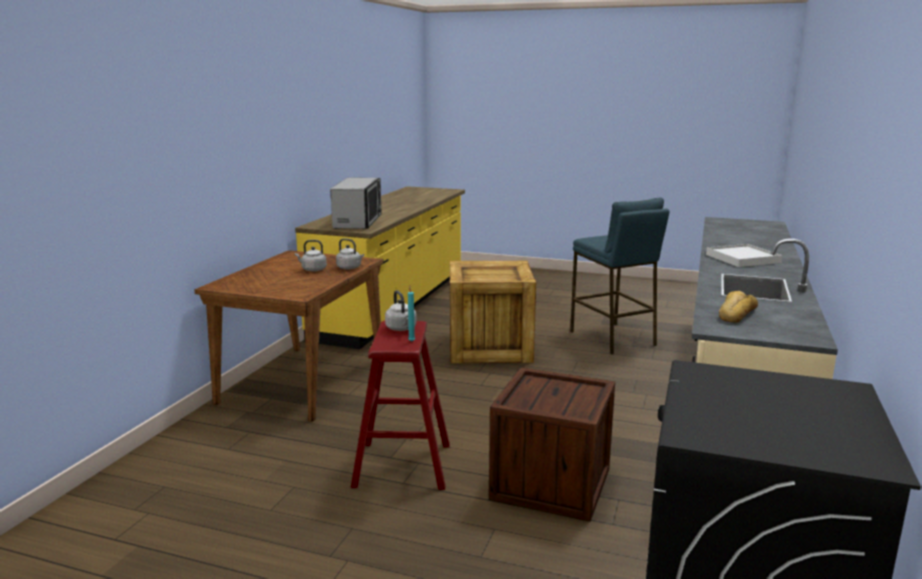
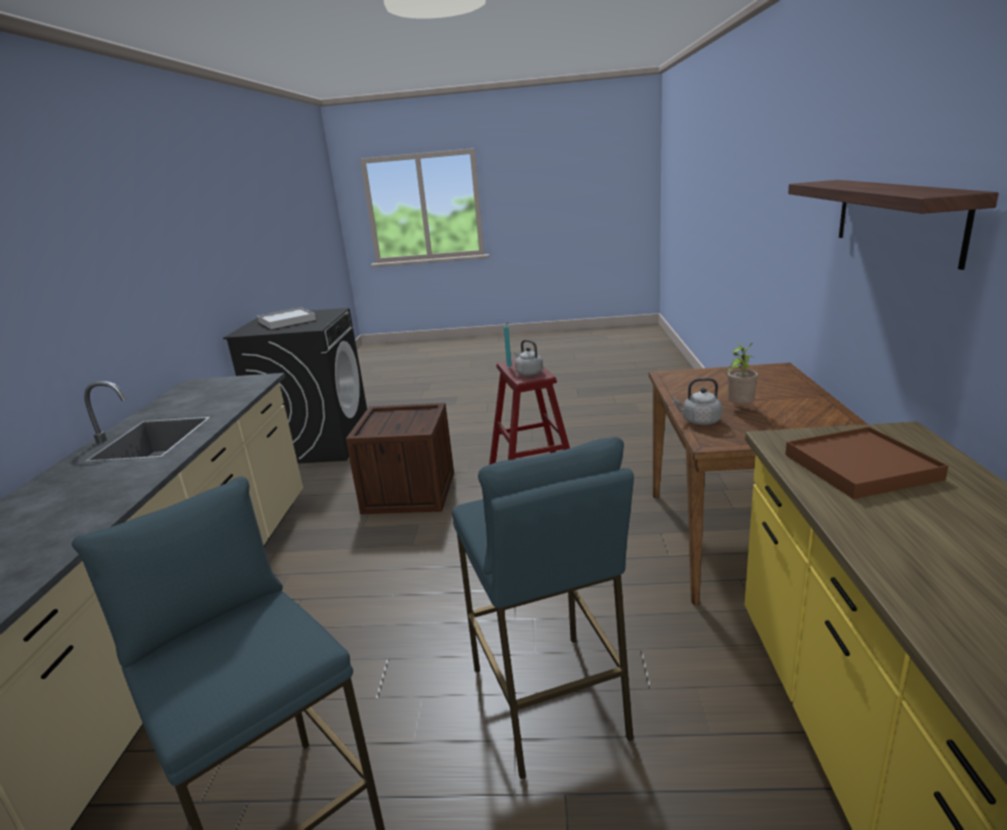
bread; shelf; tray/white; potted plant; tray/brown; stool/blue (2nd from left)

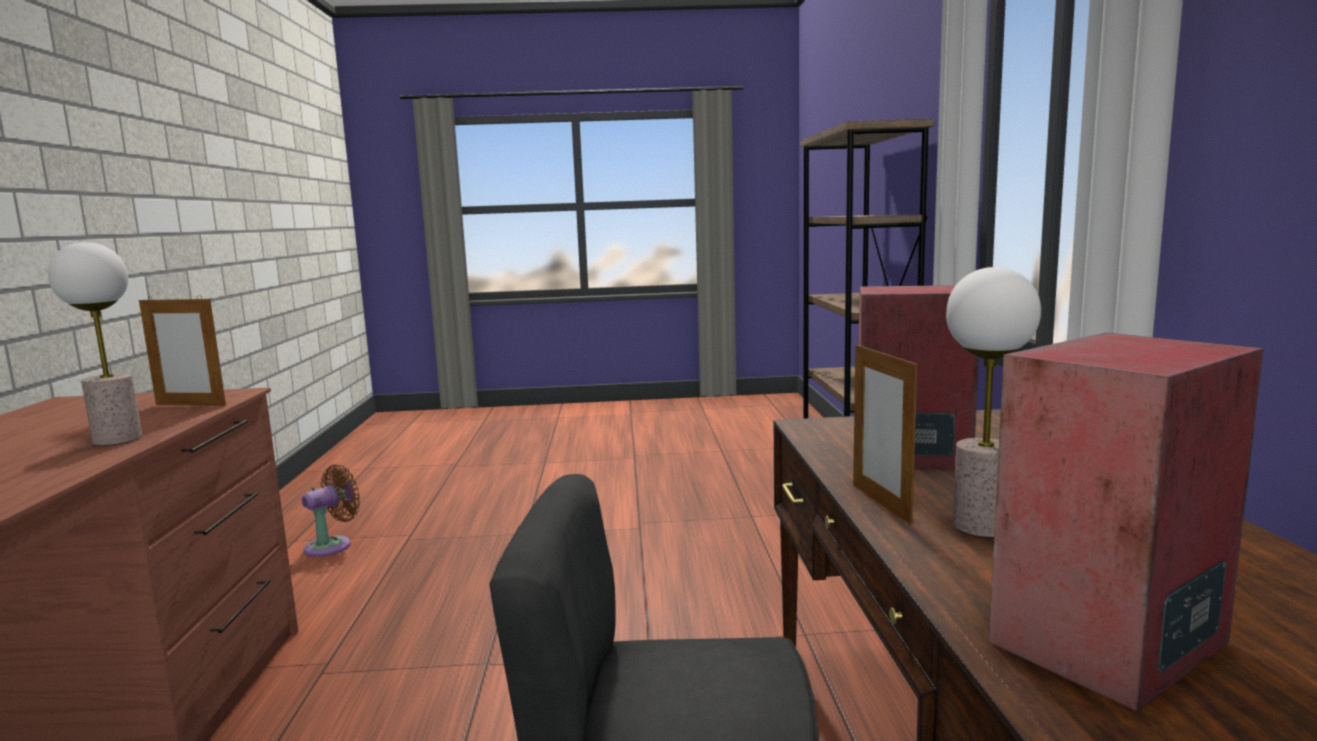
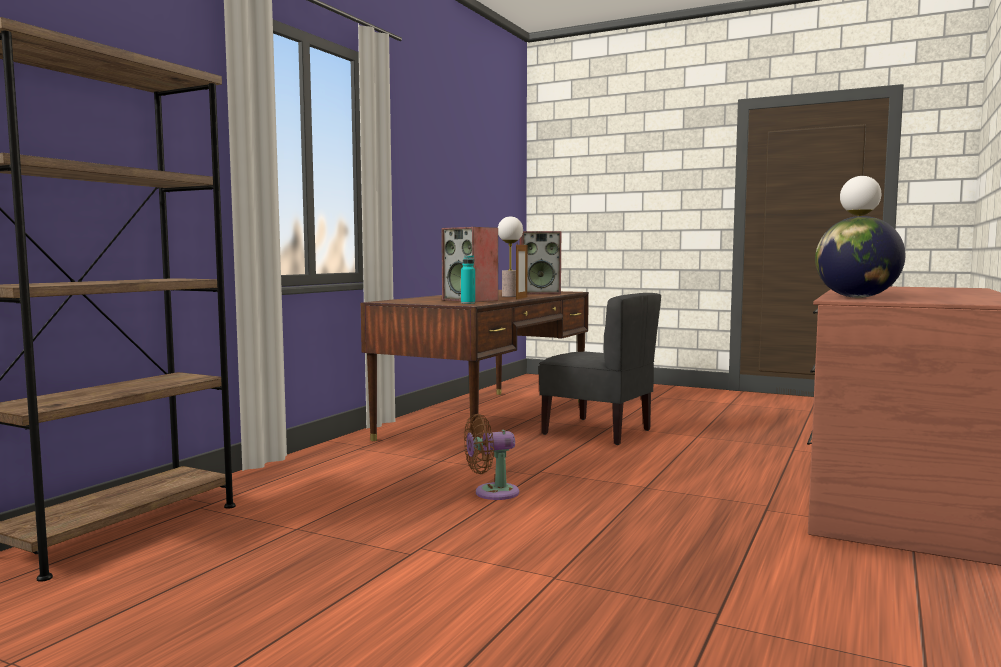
bottle/turquoise; fan/brown; globe

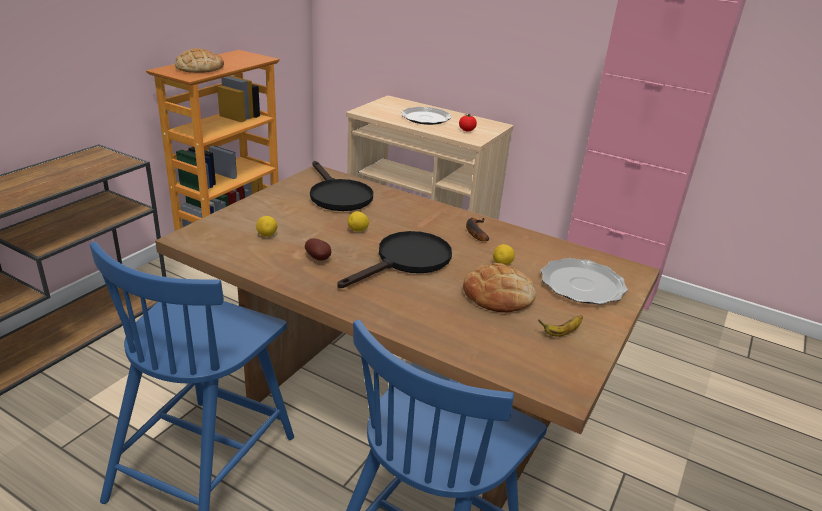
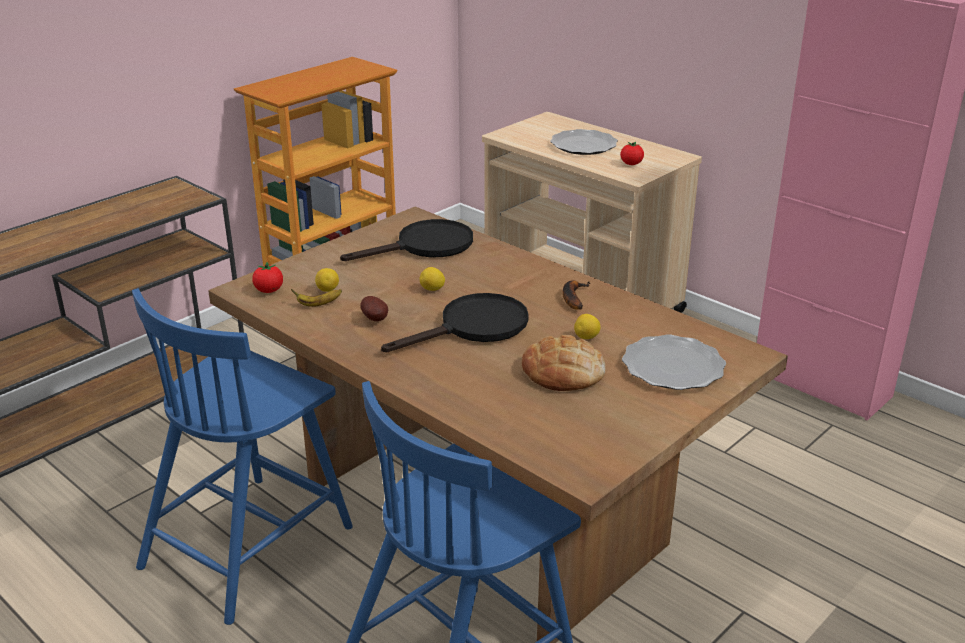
bread (1st from left in the first image); tomato (1st from left); banana (1st from left); frying pan/black (1st from left)

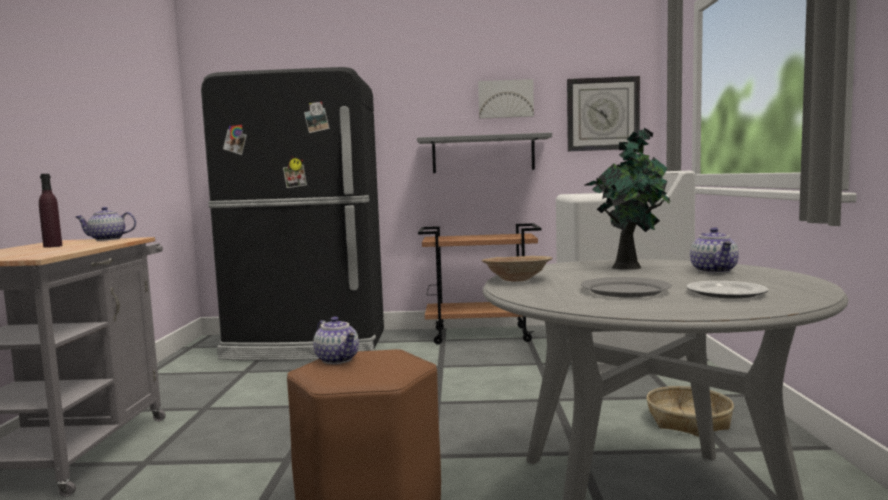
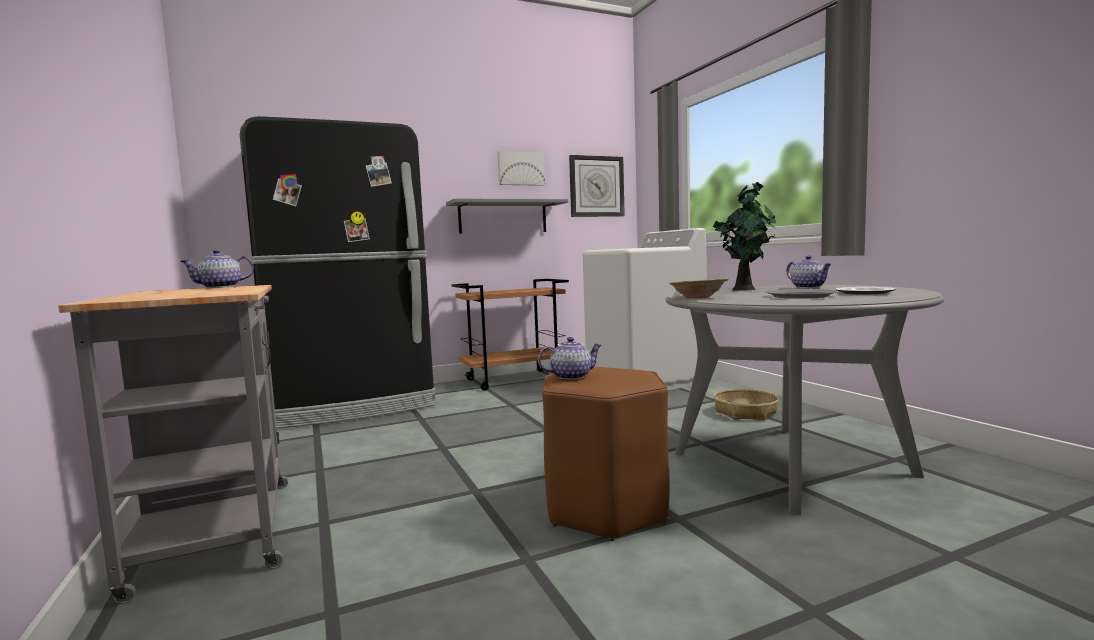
bottle/purple; teapot (2nd from left)

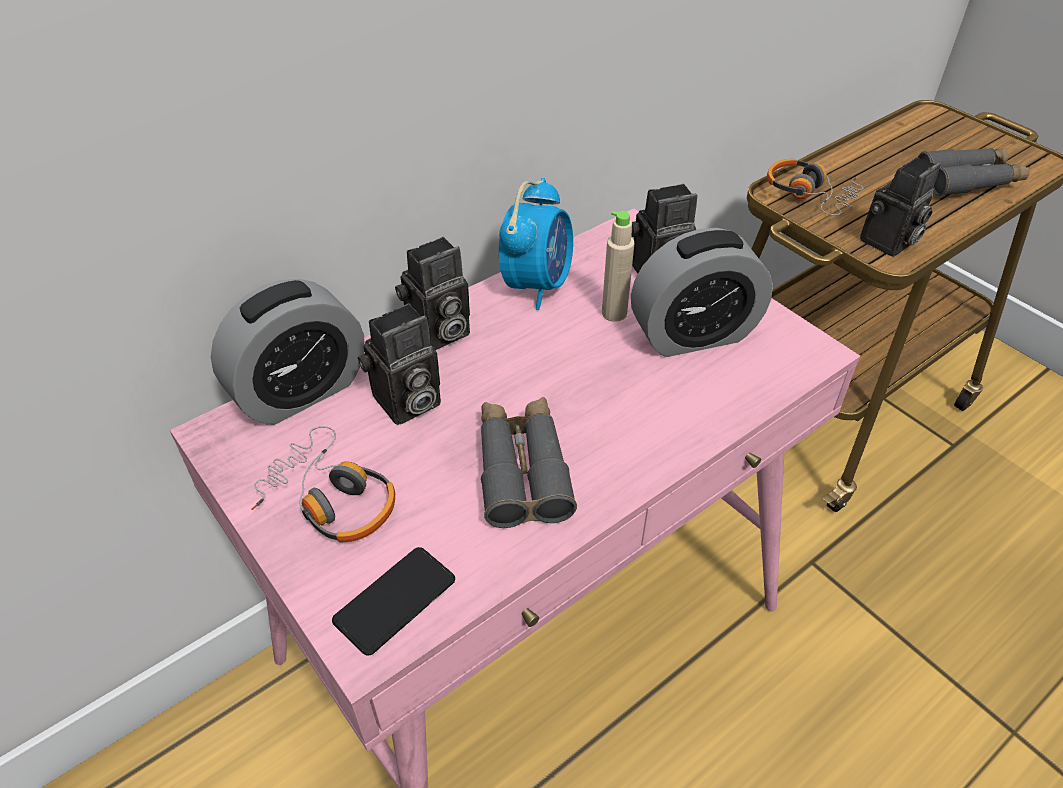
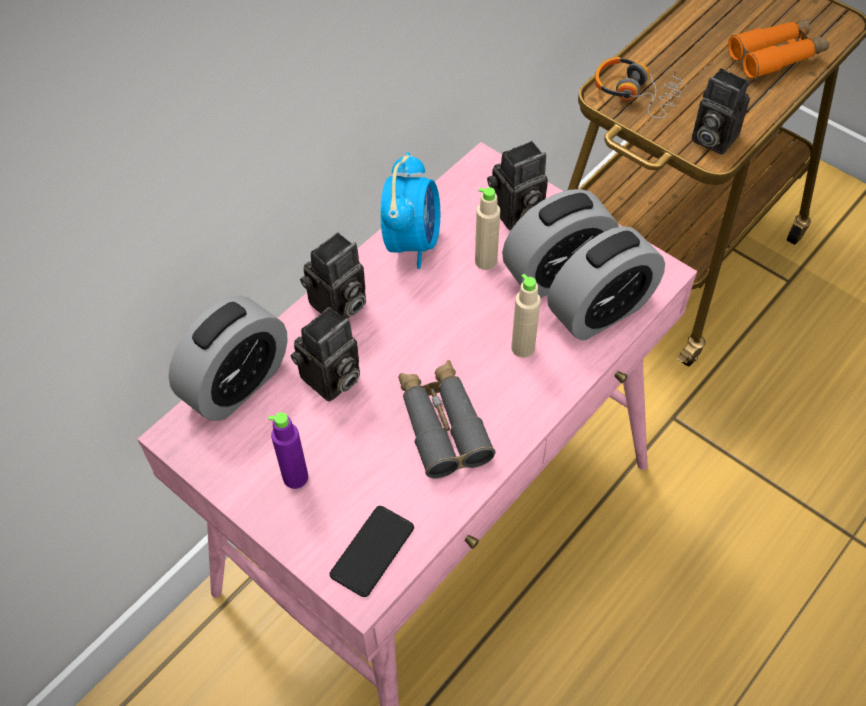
bottle/beige (2nd from left); alarm clock (4th from left); bottle/purple; binoculars/orange; photo camera (4th from left)

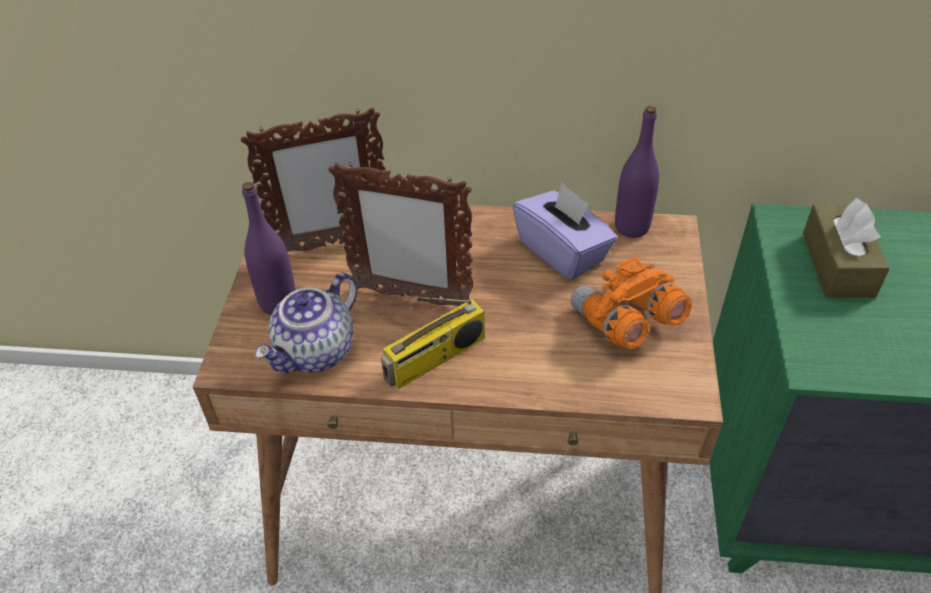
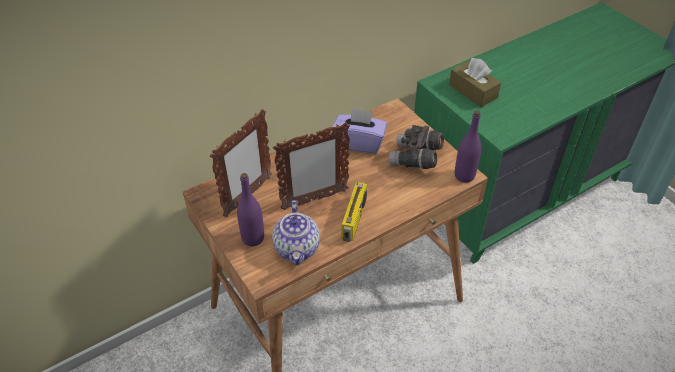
bottle/purple (2nd from left); binoculars/grey

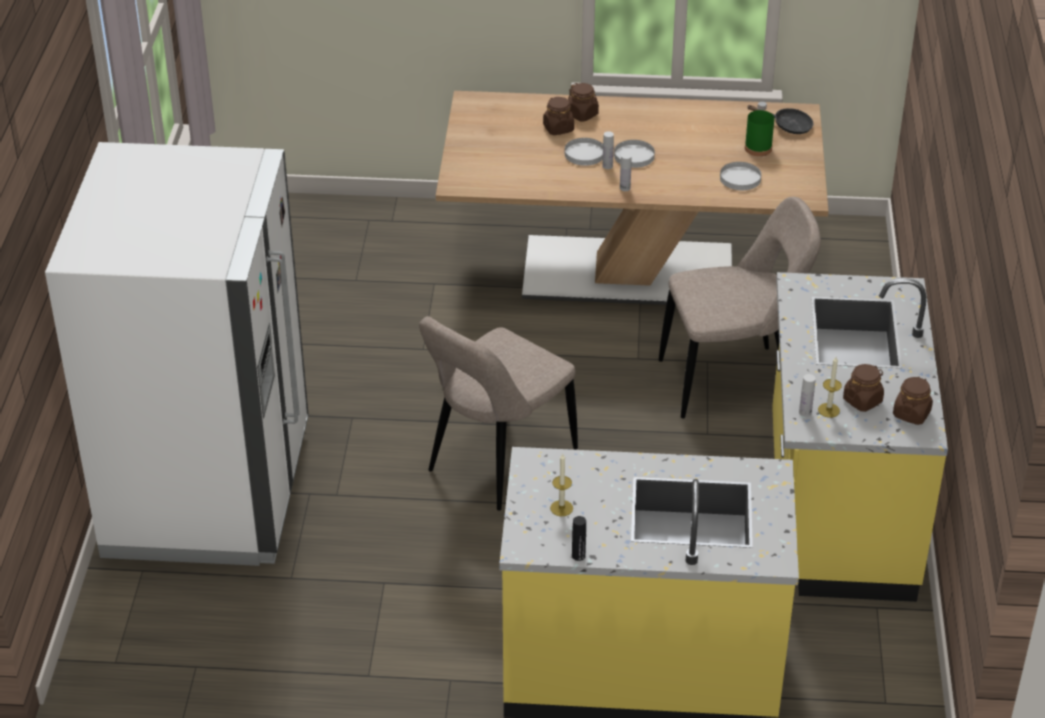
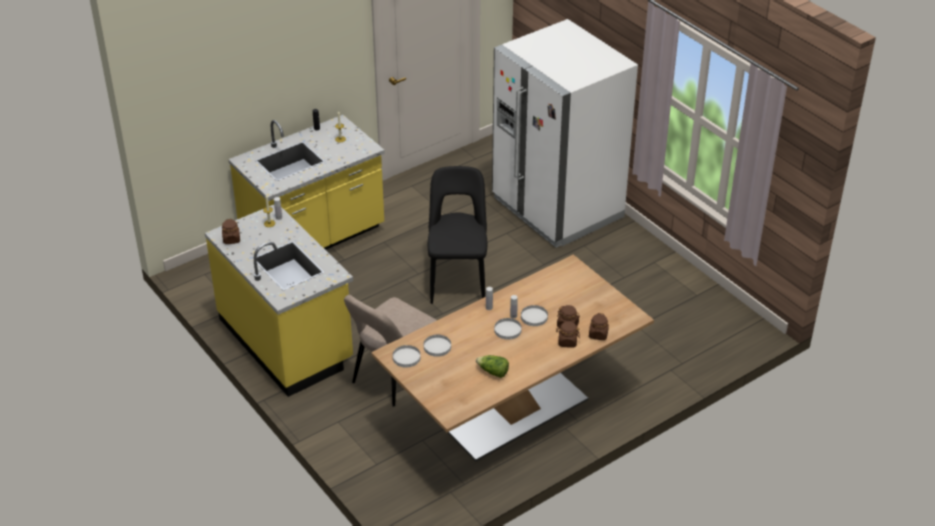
bottle/green; frying pan/black; plate/white (1st from left); lettuce; jar/brown (4th from left); chair/black

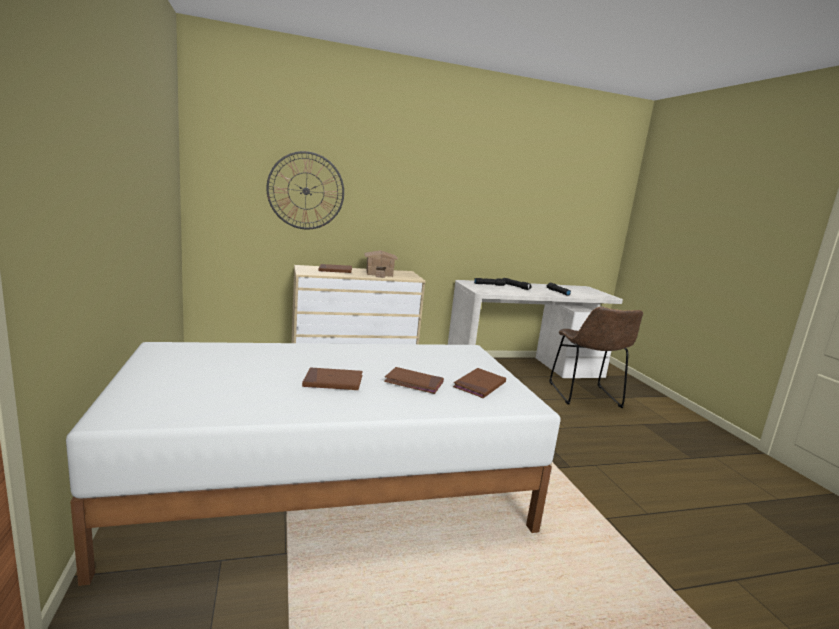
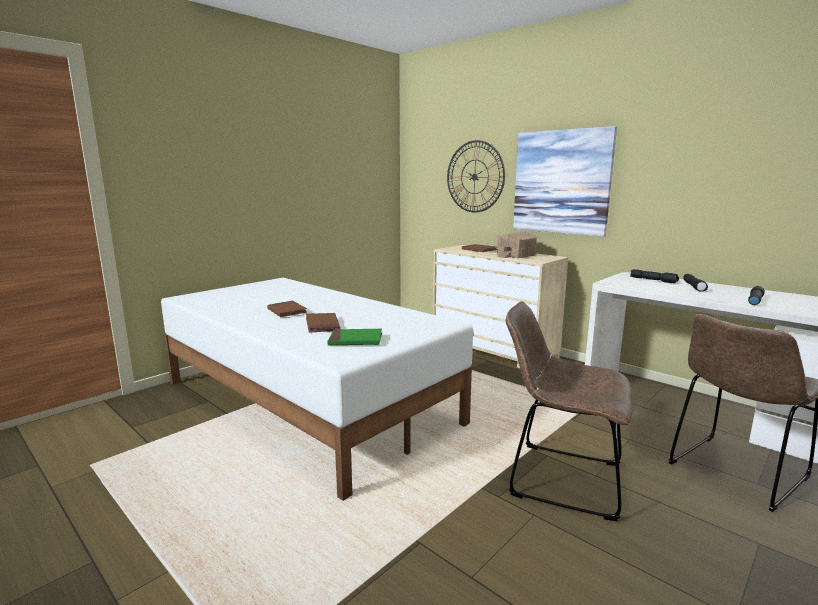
chair/brown (1st from left); picture; book/green

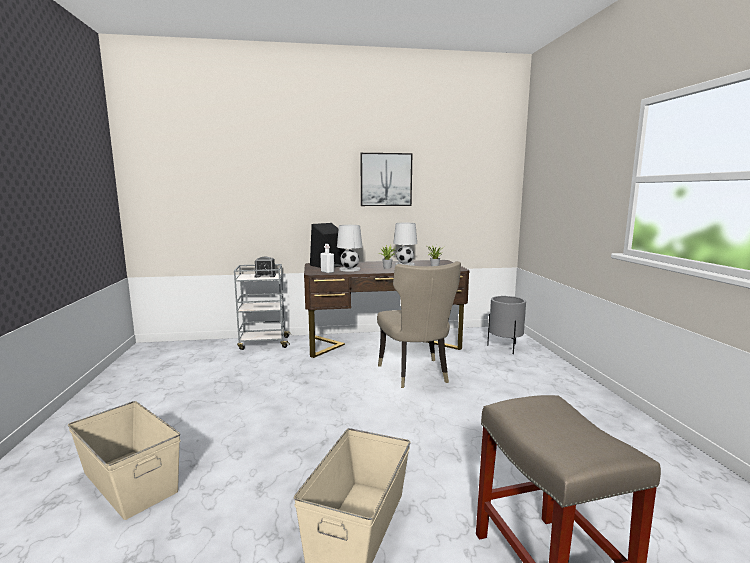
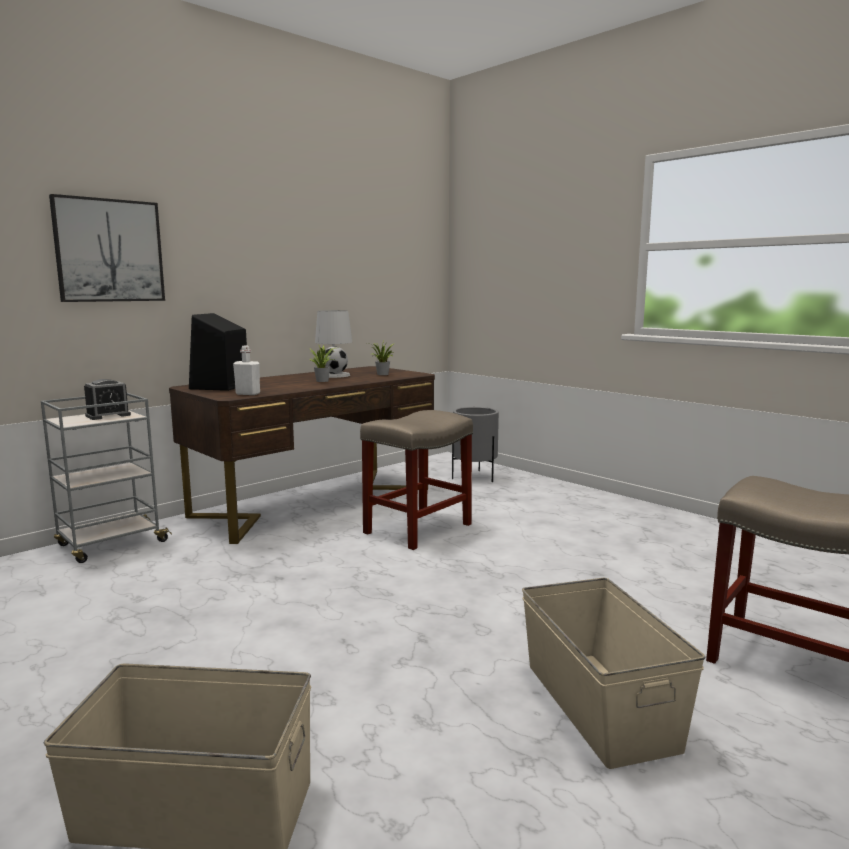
table lamp/white (1st from left in the first image); picture; stool/beige (1st from left)

